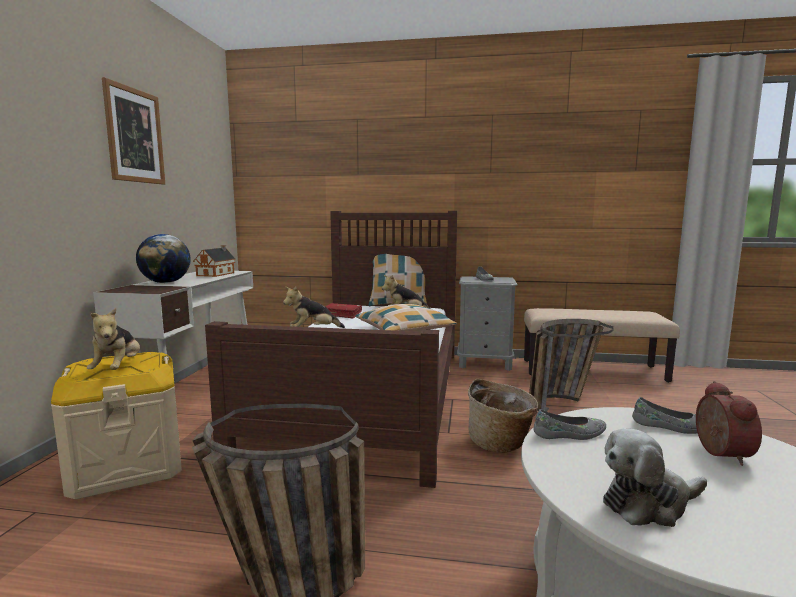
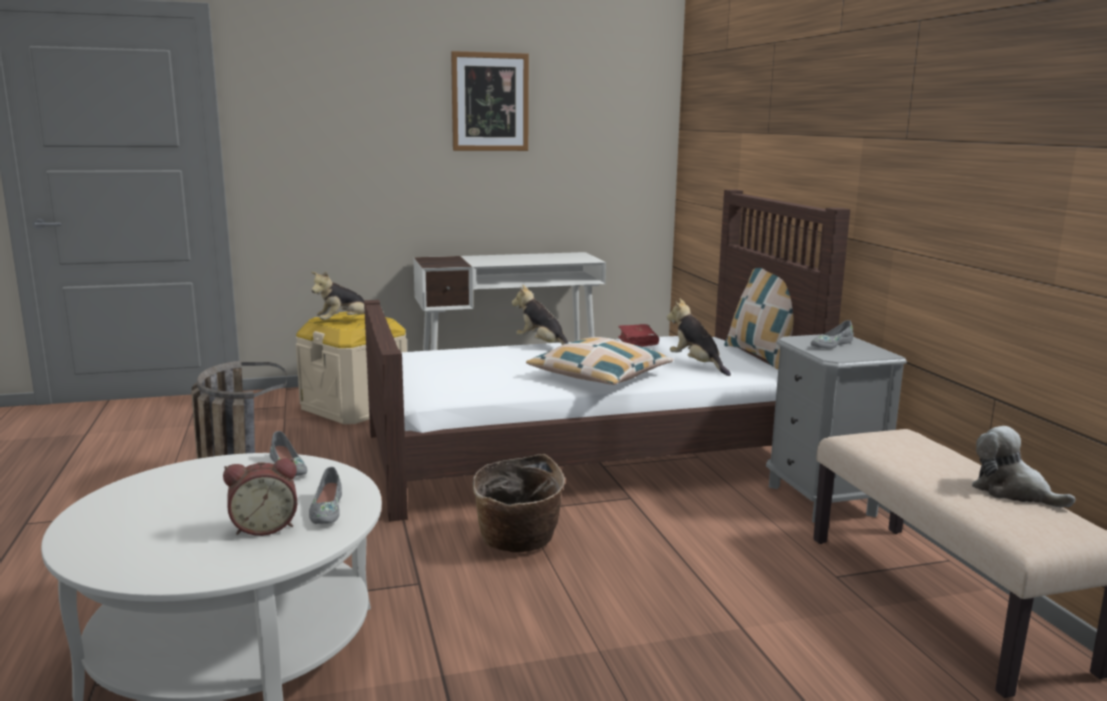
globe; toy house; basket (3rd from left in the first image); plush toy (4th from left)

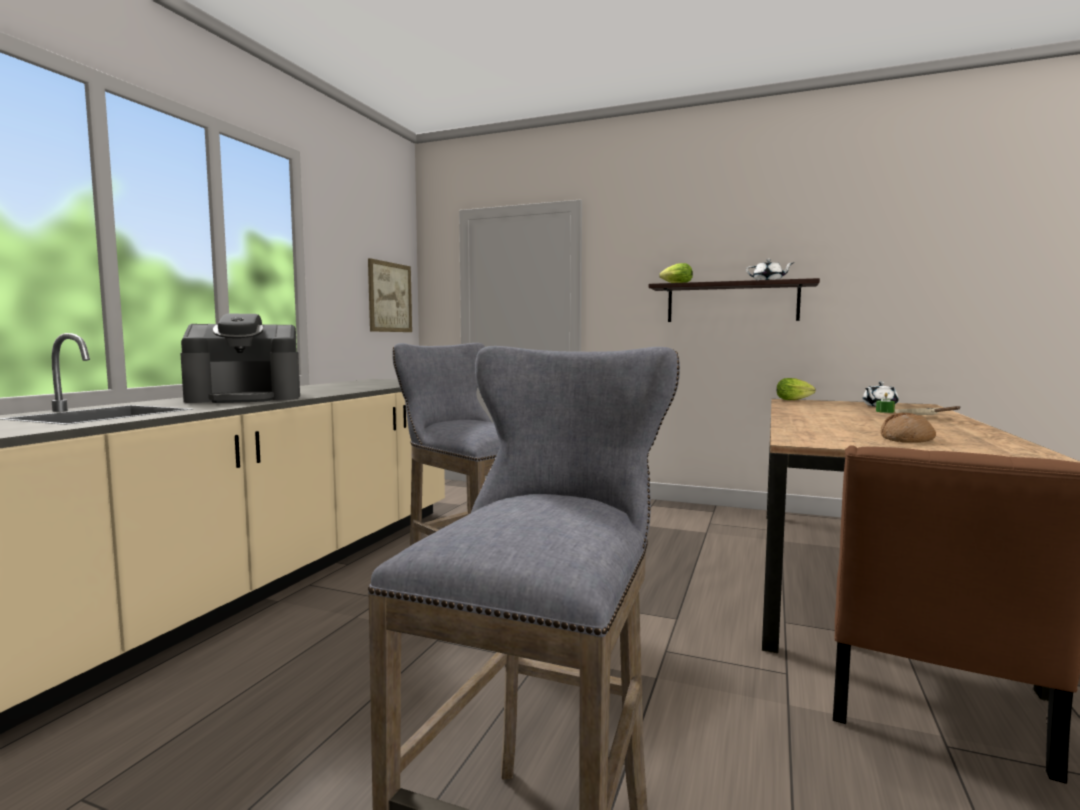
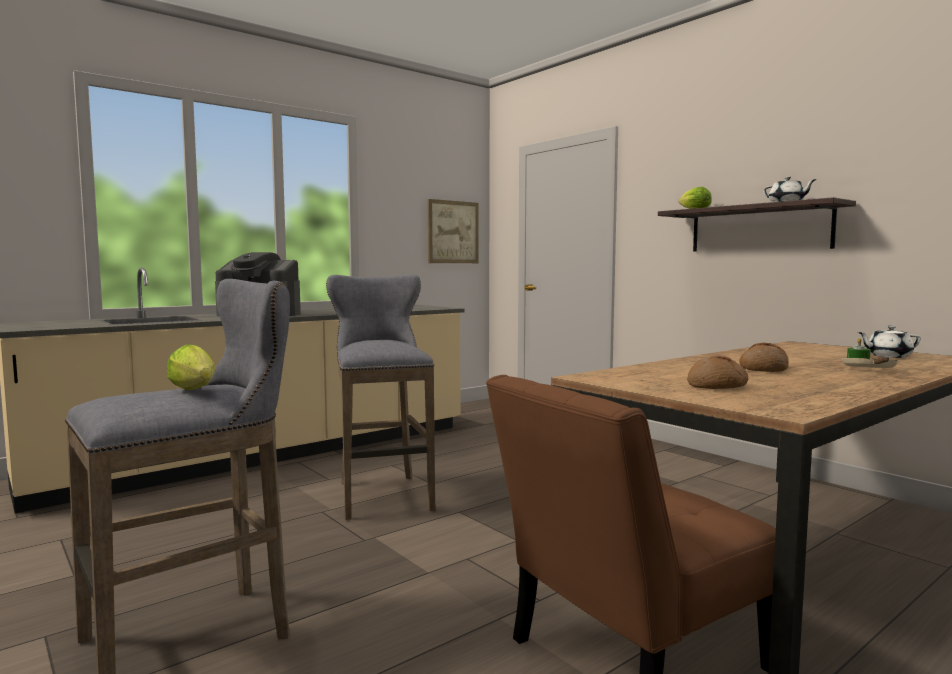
bread (2nd from left); lettuce (1st from left)

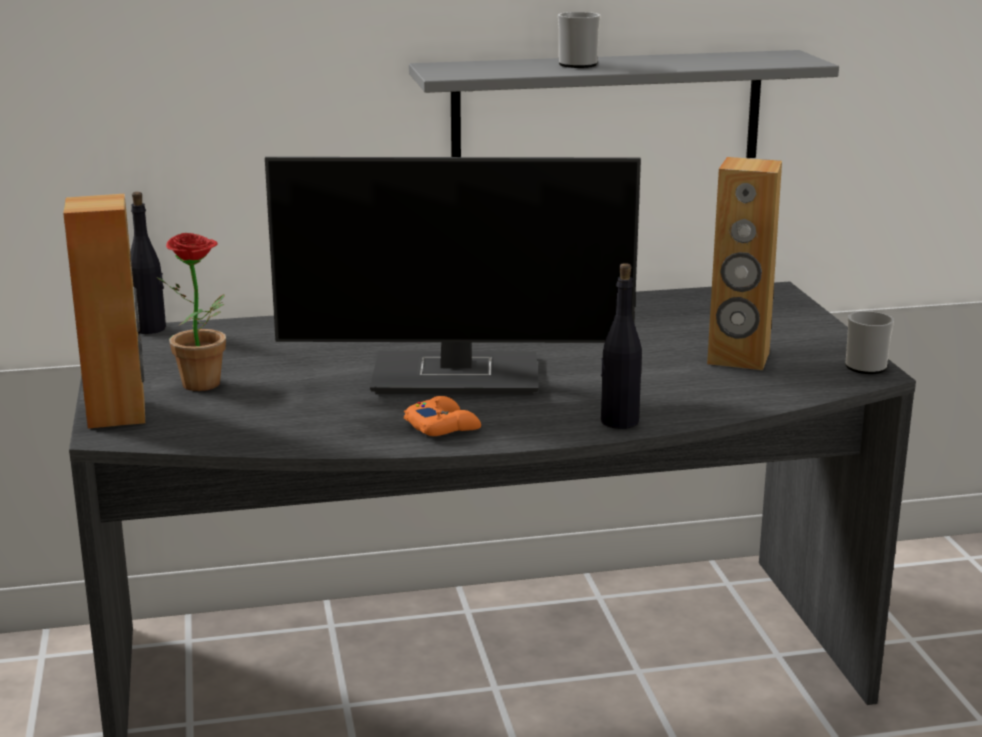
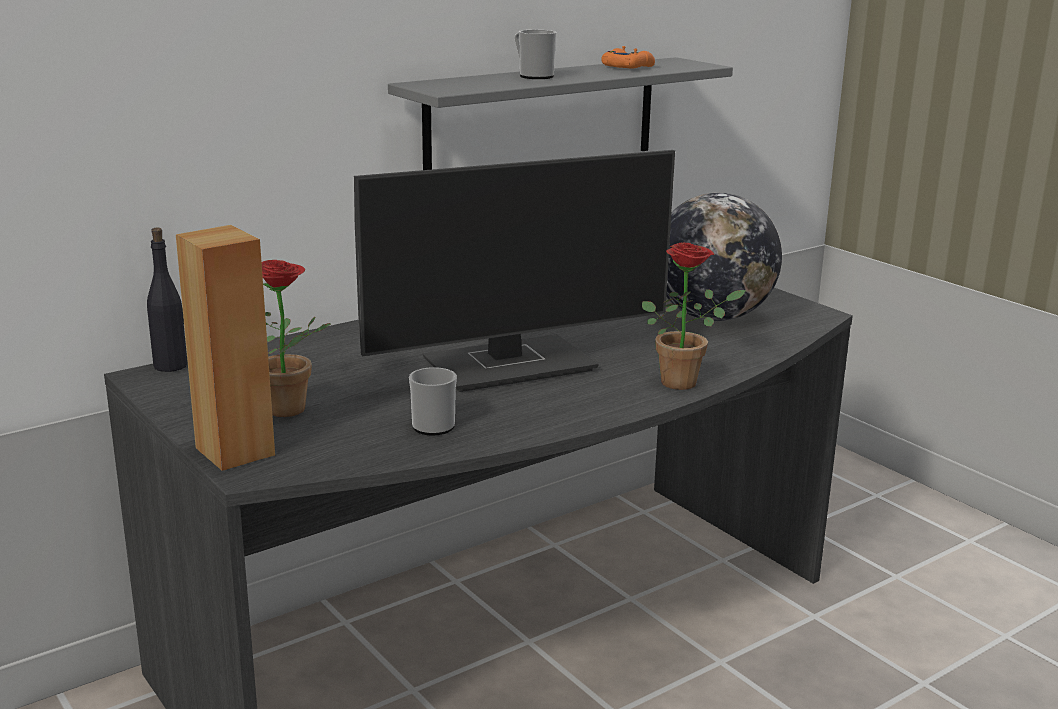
game controller/orange; mug (1st from left); potted plant (2nd from left); globe

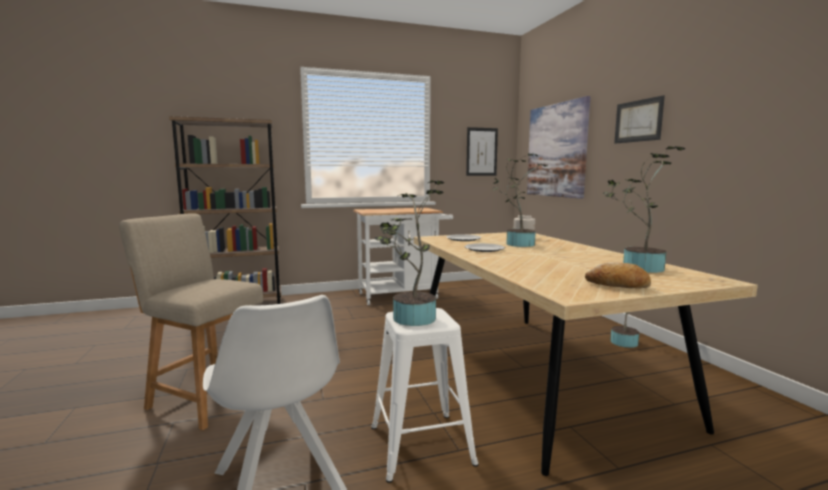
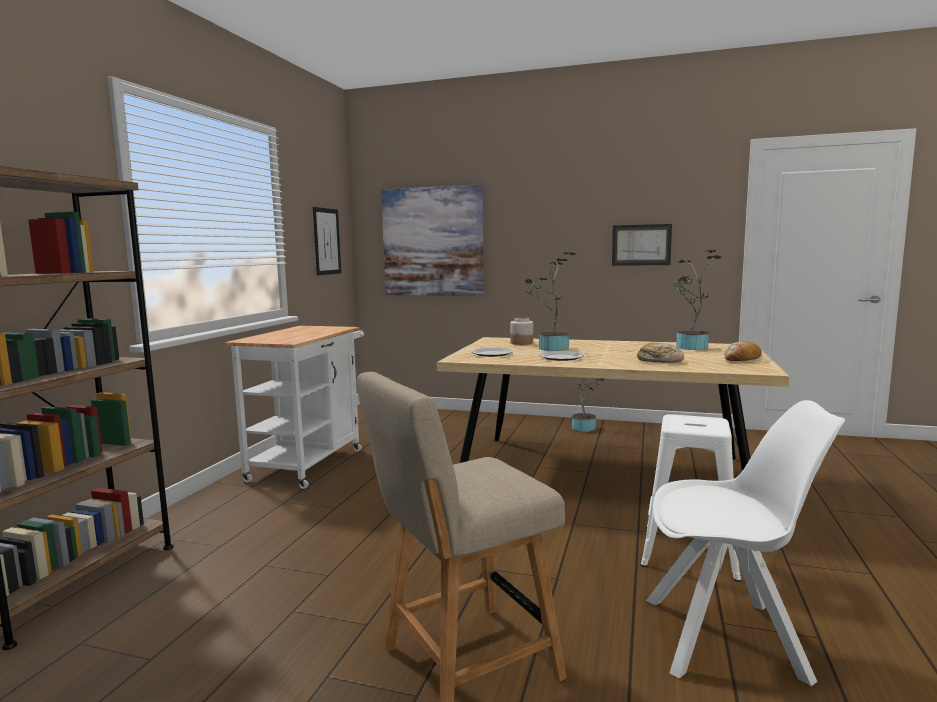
potted plant (1st from left in the first image); bread (1st from left); picture (3rd from left)

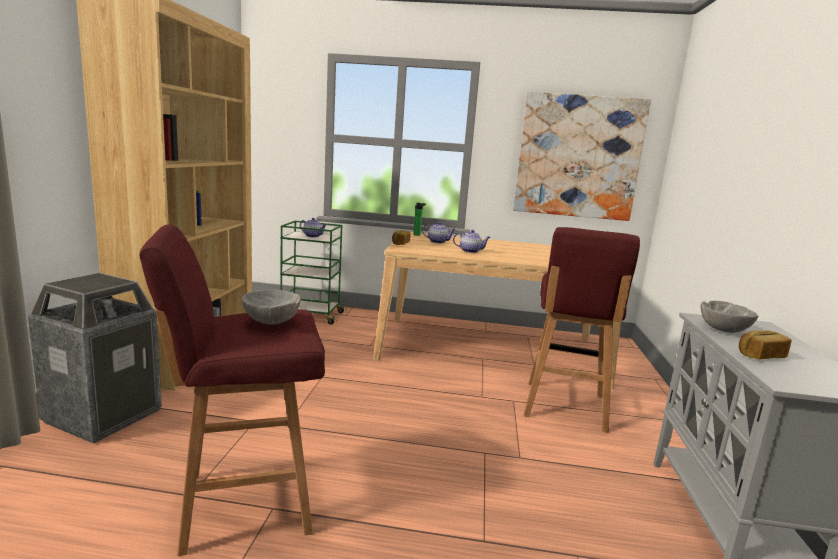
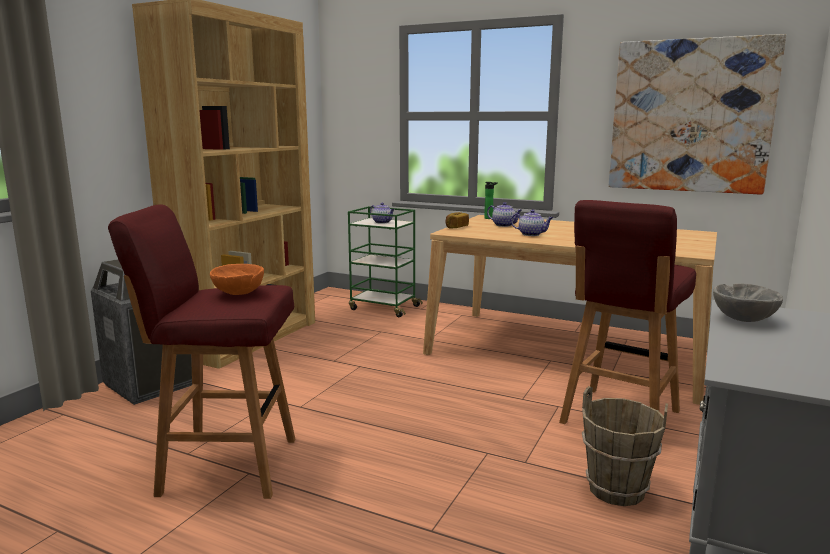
bread (2nd from left in the first image); bucket/brown; bowl/orange

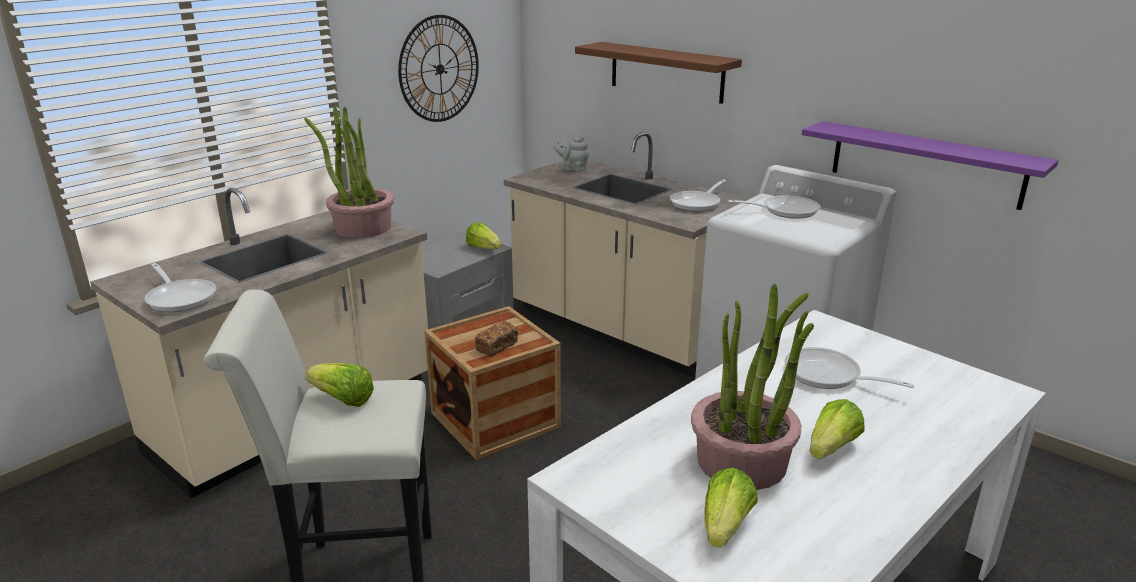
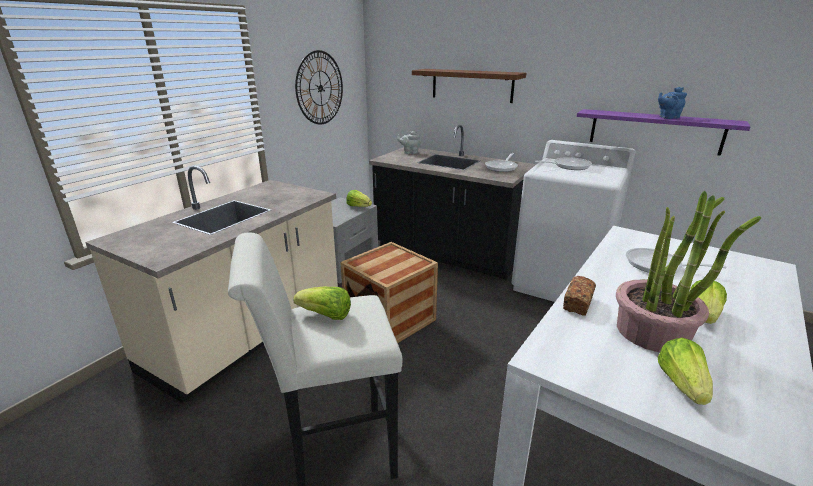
frying pan (1st from left in the first image); potted plant (1st from left in the first image); teapot/blue; bread; counter/black

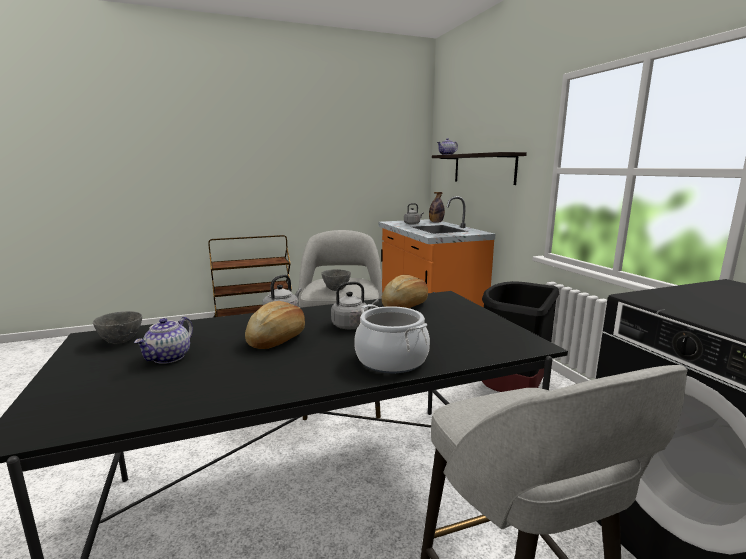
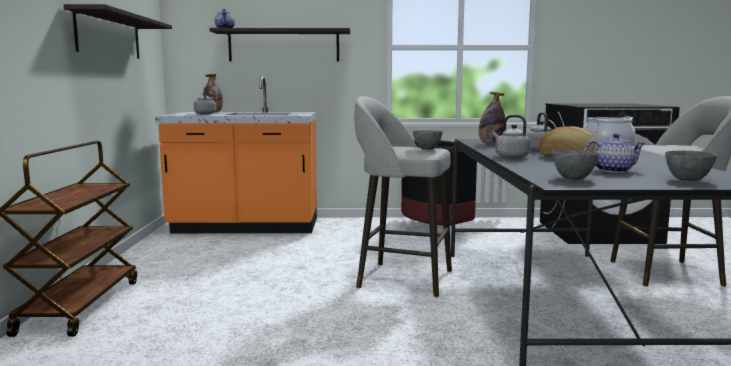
shelf (1st from left); bowl/grey (3rd from left); bottle (2nd from left); teapot (2nd from left)

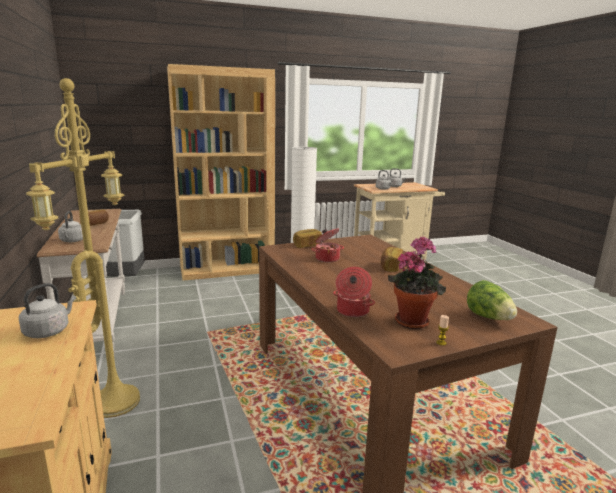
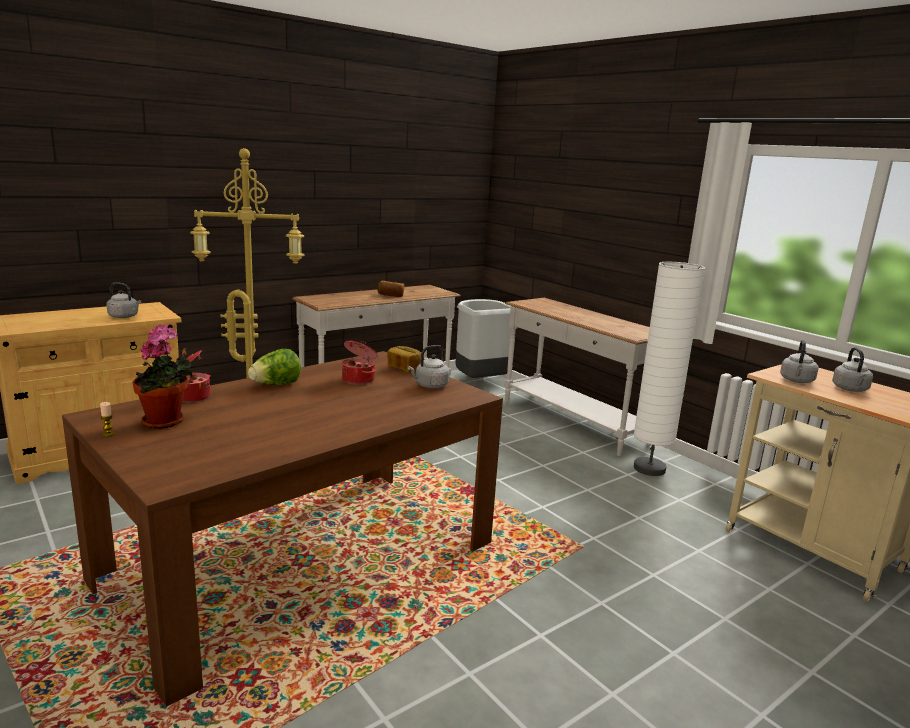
bread (3rd from left in the first image); kettle/grey (2nd from left); lettuce; console table/white (2nd from left)

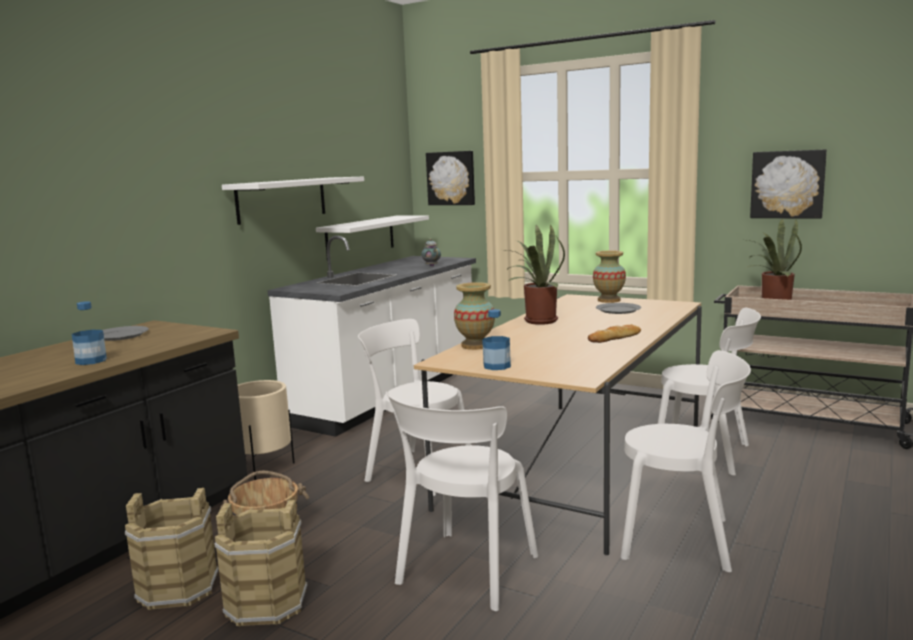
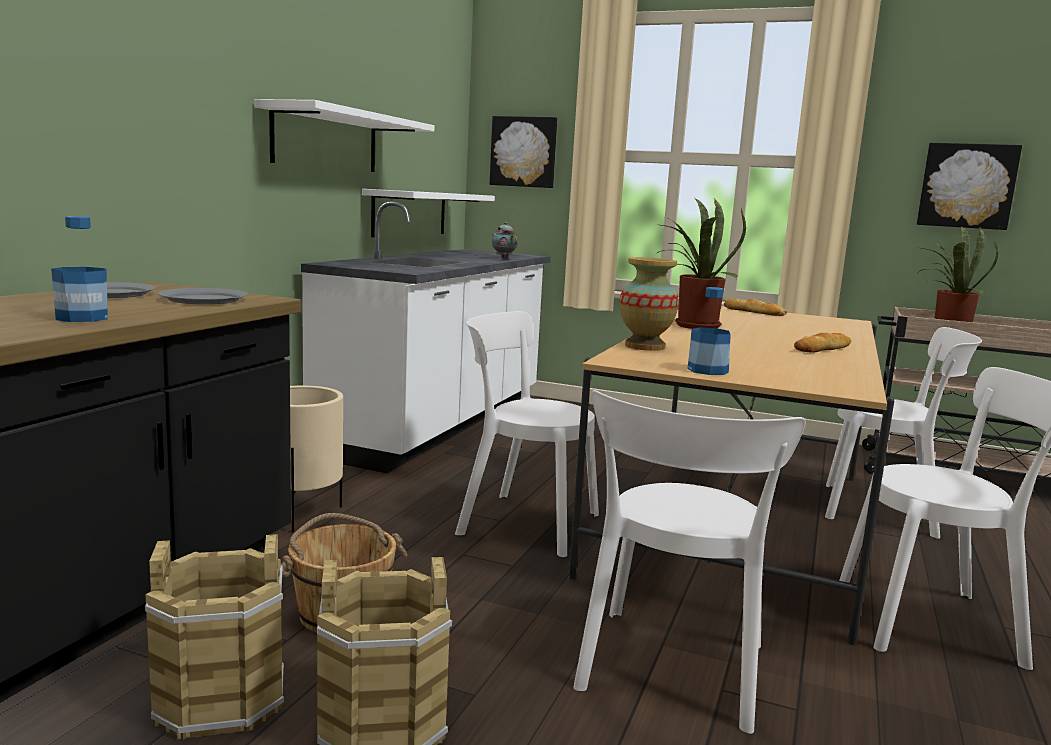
plate/grey (2nd from left); bread (1st from left)

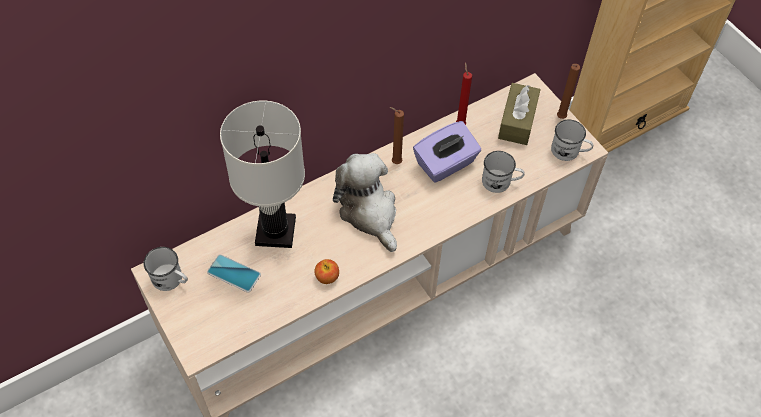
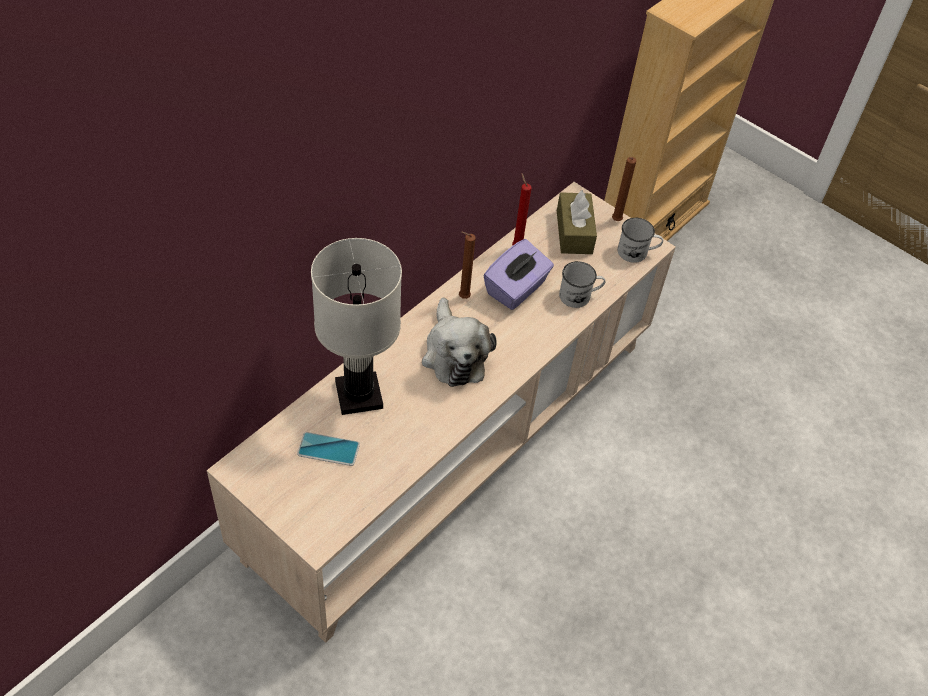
mug/white (1st from left in the first image); apple; plush toy

